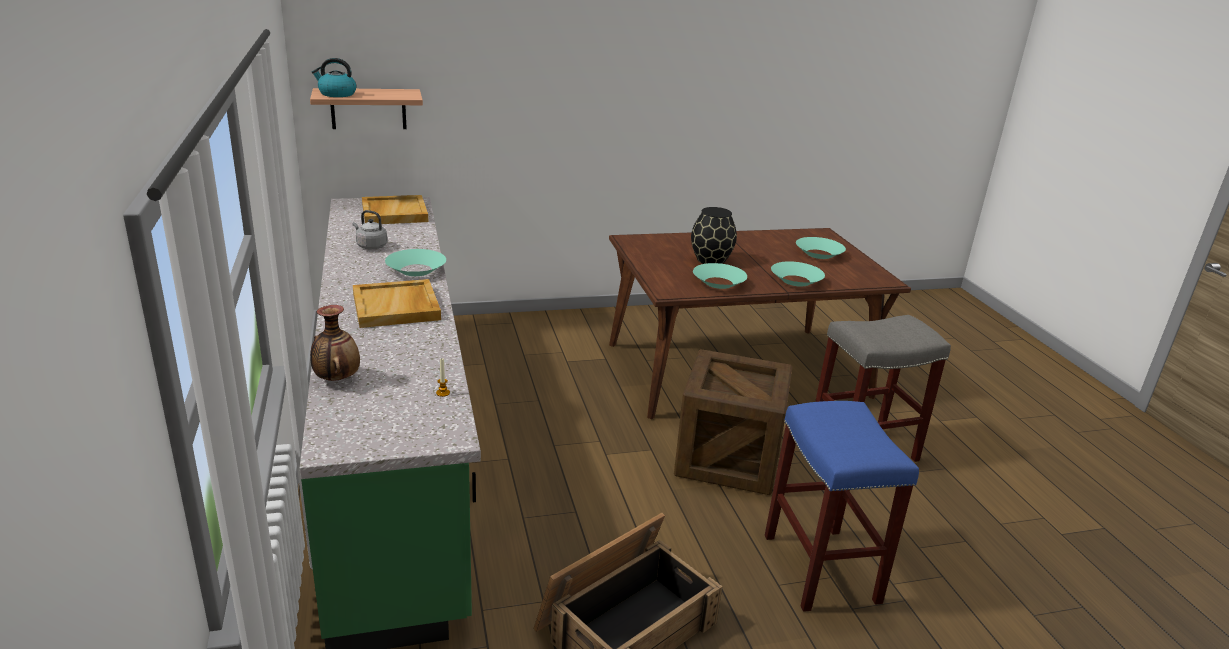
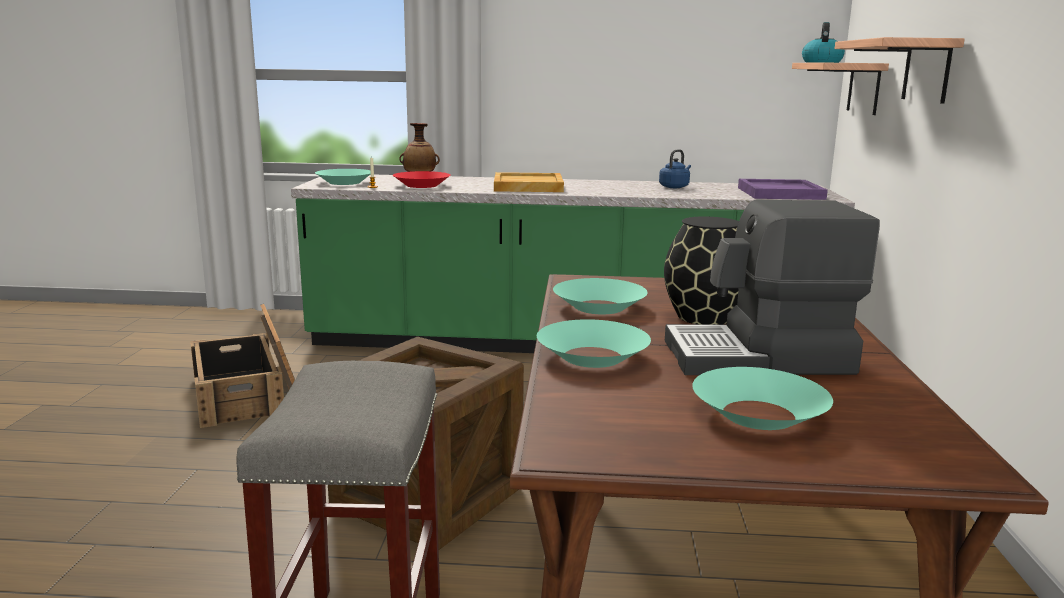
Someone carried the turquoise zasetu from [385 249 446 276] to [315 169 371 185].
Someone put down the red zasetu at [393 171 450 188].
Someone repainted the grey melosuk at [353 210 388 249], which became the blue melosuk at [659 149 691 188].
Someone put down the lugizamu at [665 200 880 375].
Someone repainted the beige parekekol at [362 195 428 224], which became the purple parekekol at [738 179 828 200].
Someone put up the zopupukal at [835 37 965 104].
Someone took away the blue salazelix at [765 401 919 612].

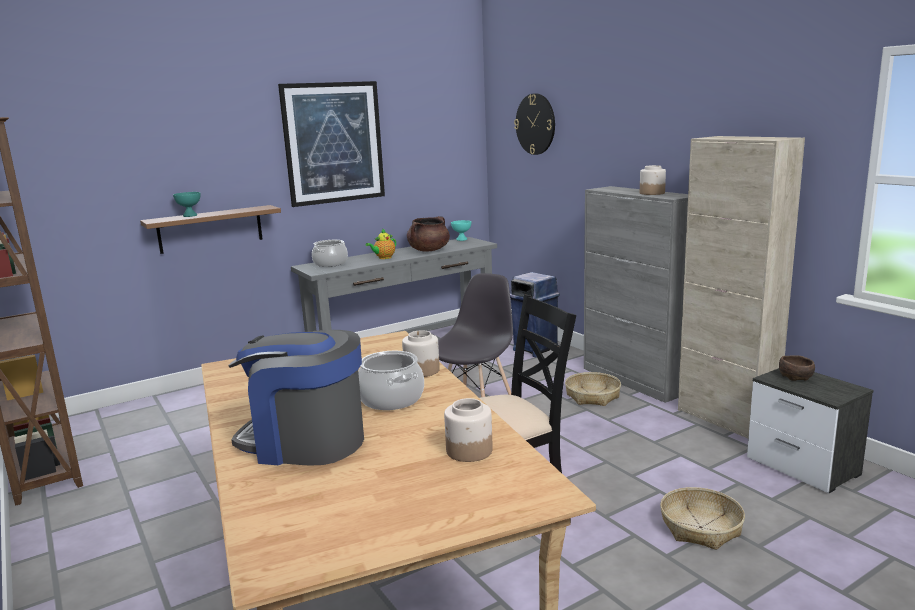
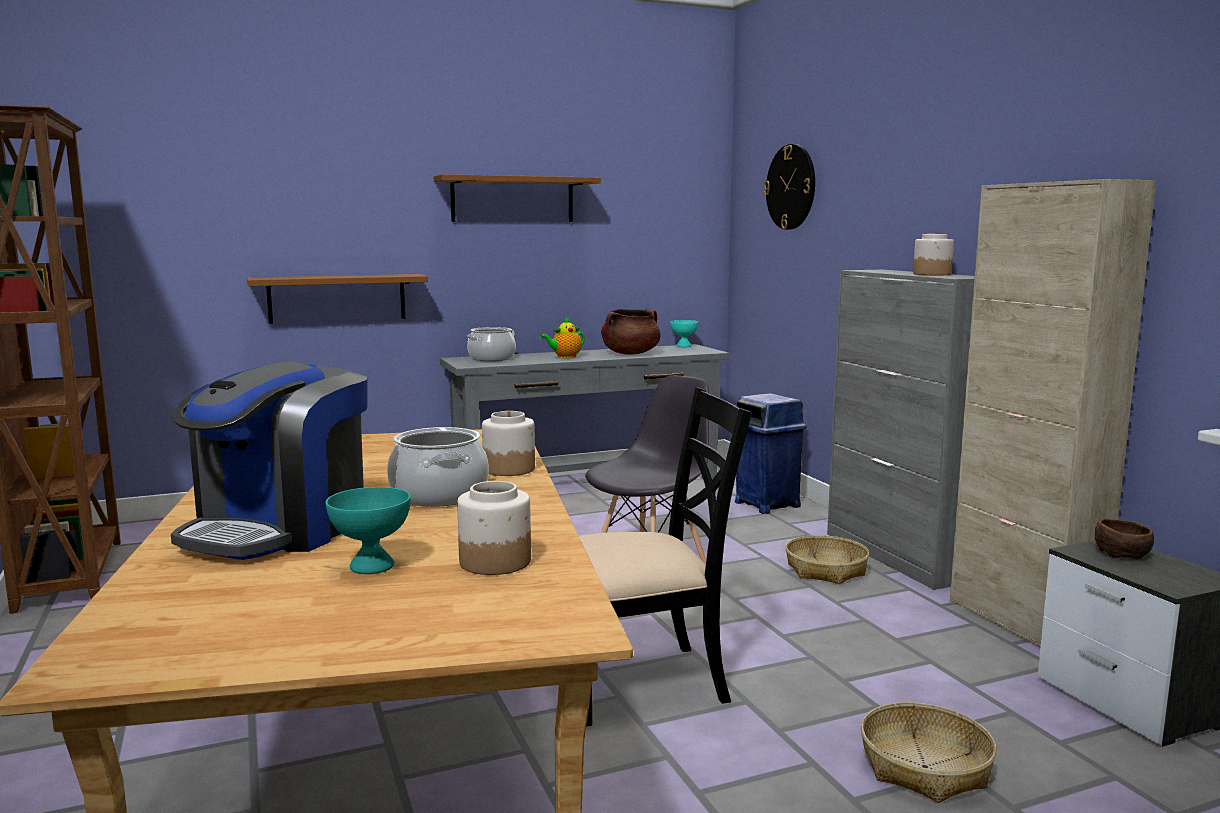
Someone rotated the lugizamu at [228 330 364 466] by 90 degrees counterclockwise.
Someone carried the turquoise zasetu from [173 192 201 217] to [326 487 411 574].
Someone swapped the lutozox at [278 81 385 207] for the brown zopupukal at [434 174 601 222].

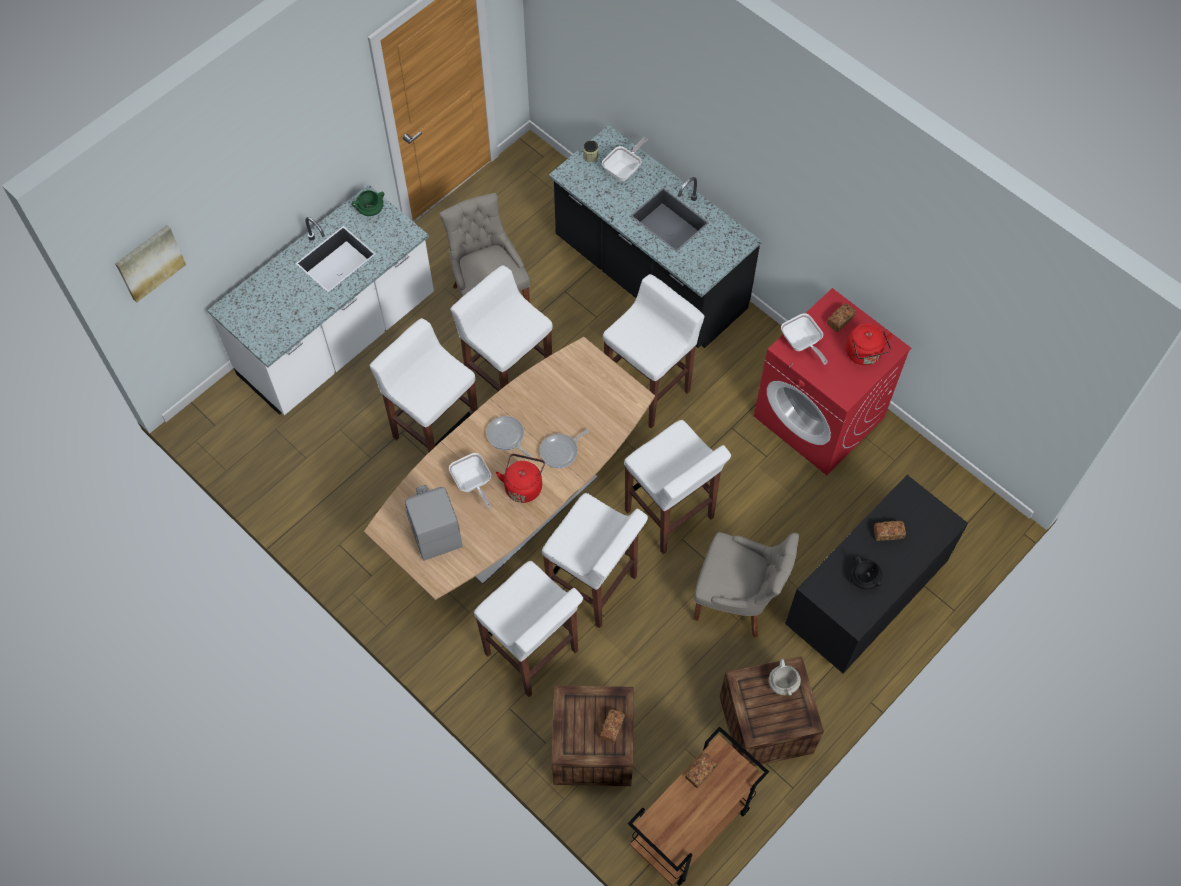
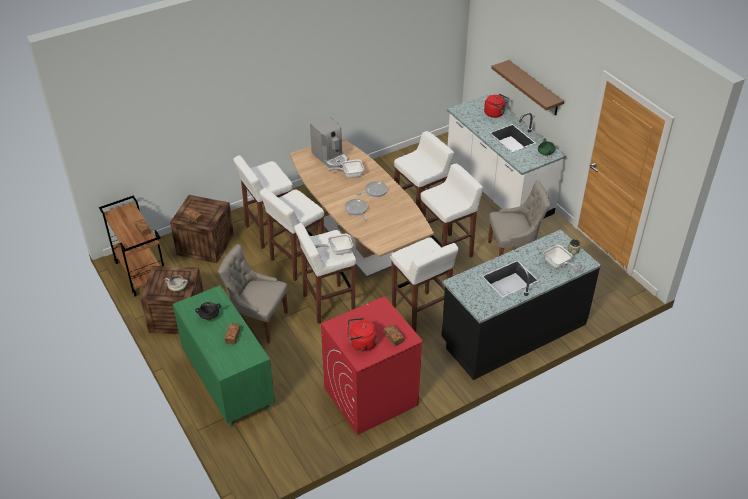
Someone repainted the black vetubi at [785 475 968 674], which became the green vetubi at [173 285 275 427].
Someone rotated the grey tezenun at [694 532 799 638] by 75 degrees clockwise.
Someone rotated the lugizamu at [405 485 463 561] by 60 degrees clockwise.
Someone carried the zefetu from [781 313 828 365] to [315 234 353 255].
Someone carried the red melosuk from [496 454 545 503] to [484 94 509 118].
Someone put up the brown zopupukal at [491 60 564 115].
Someone took away the lutozox at [115 225 186 303].

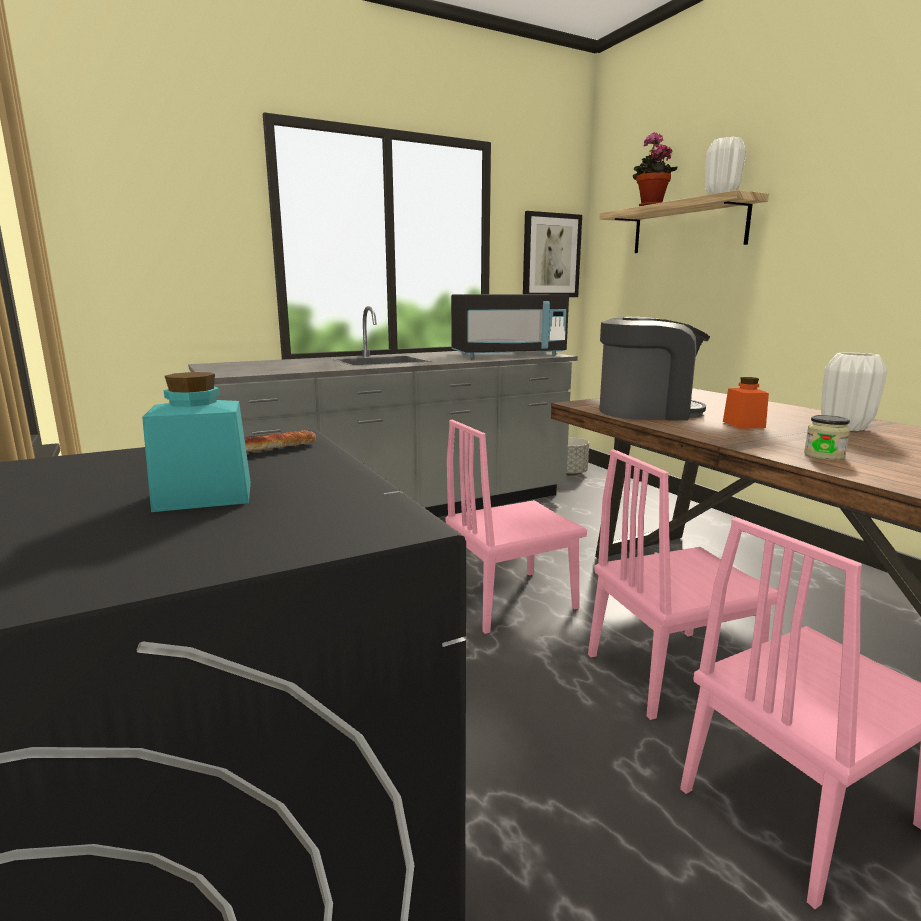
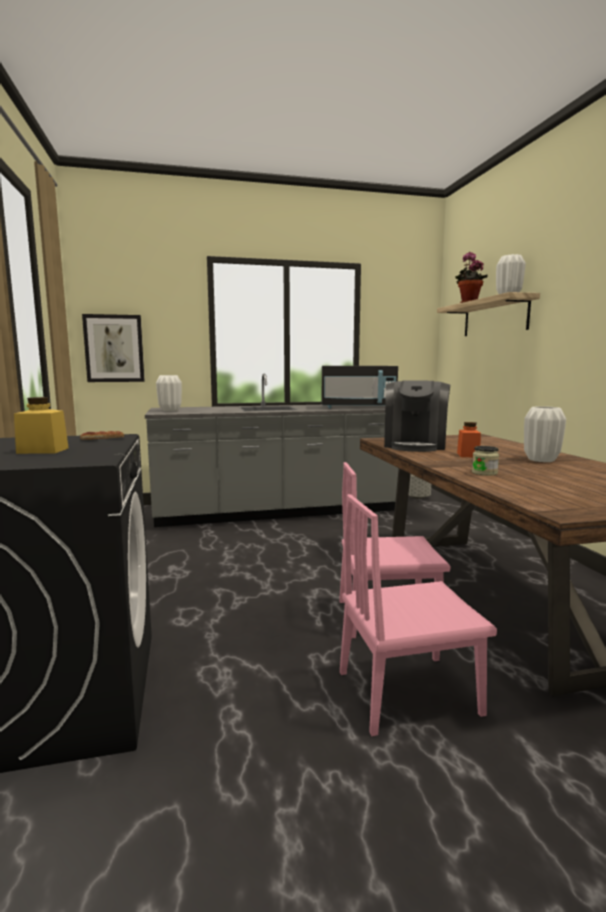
Someone repainted the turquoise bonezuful at [142 372 251 512], which became the yellow bonezuful at [14 397 69 454].
Someone carried the lutozox from [523 211 582 297] to [82 314 145 382].
Someone put down the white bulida at [156 375 182 411].
Someone rotated the lugizamu at [599 317 710 421] by 90 degrees clockwise.
Someone took away the pink tezenun at [446 420 587 634].

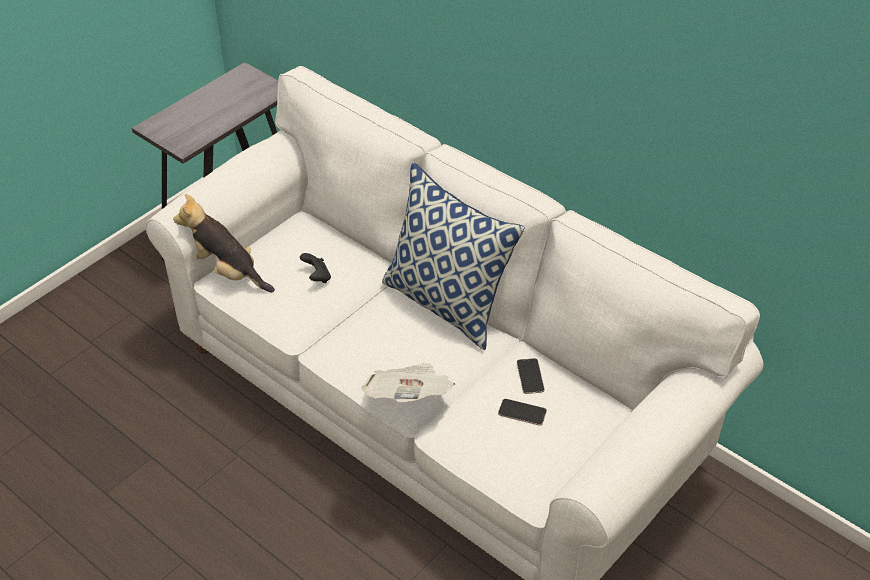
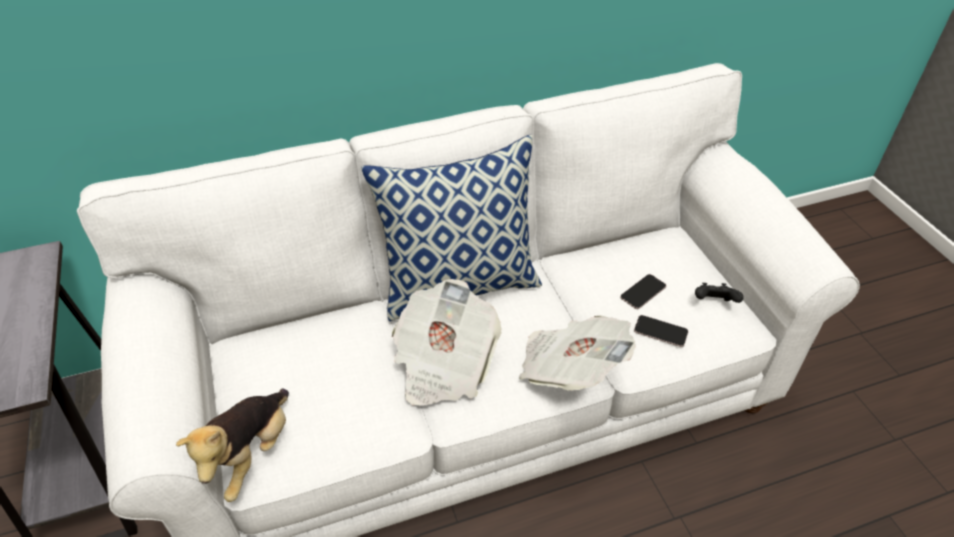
Someone rotated the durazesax at [173 194 275 292] by 45 degrees counterclockwise.
Someone put down the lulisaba at [392 279 502 406].
Someone carried the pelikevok from [517 358 544 394] to [634 315 689 347].
Someone carried the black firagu from [300 253 331 283] to [695 283 744 303].

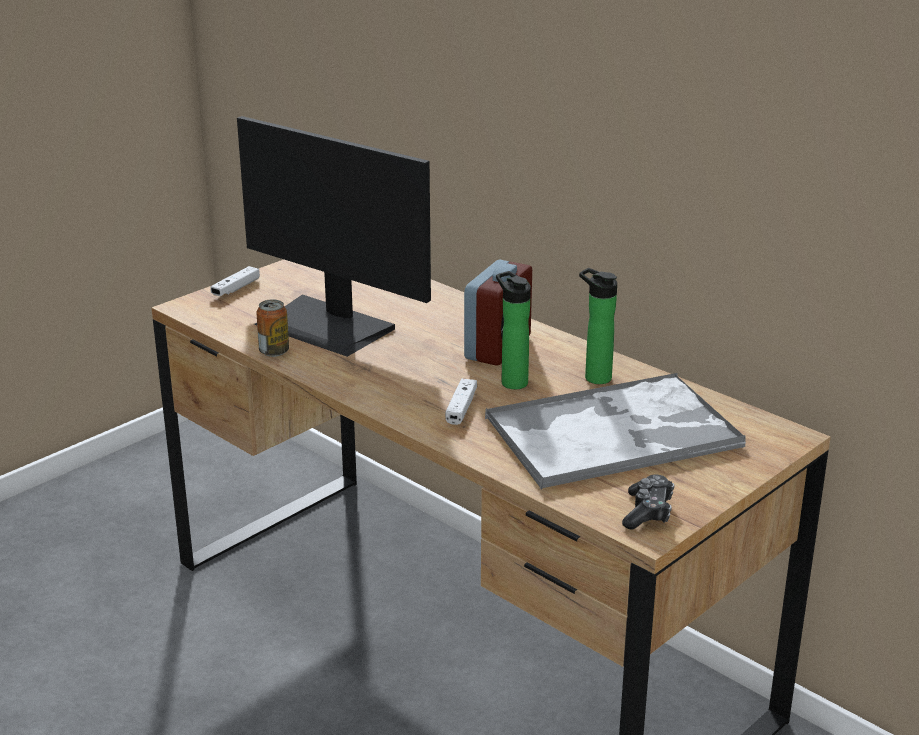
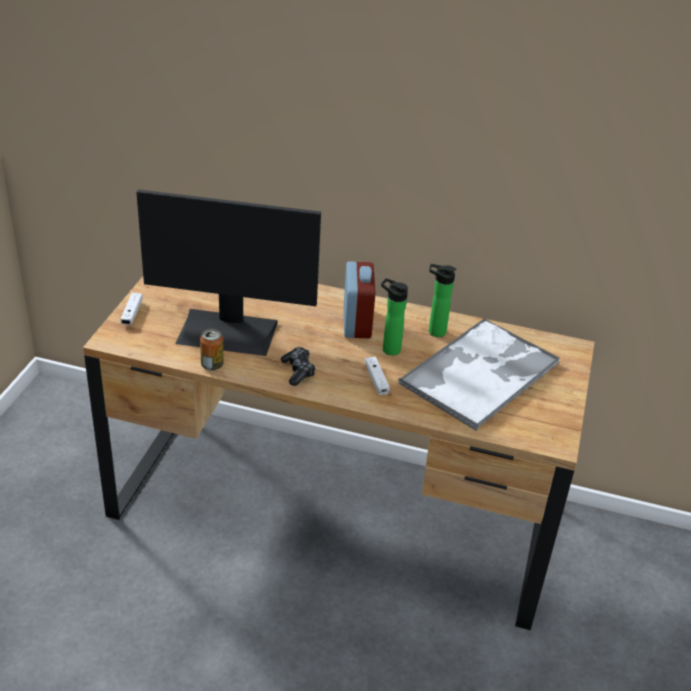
Someone carried the firagu from [622 475 674 530] to [281 347 316 386].

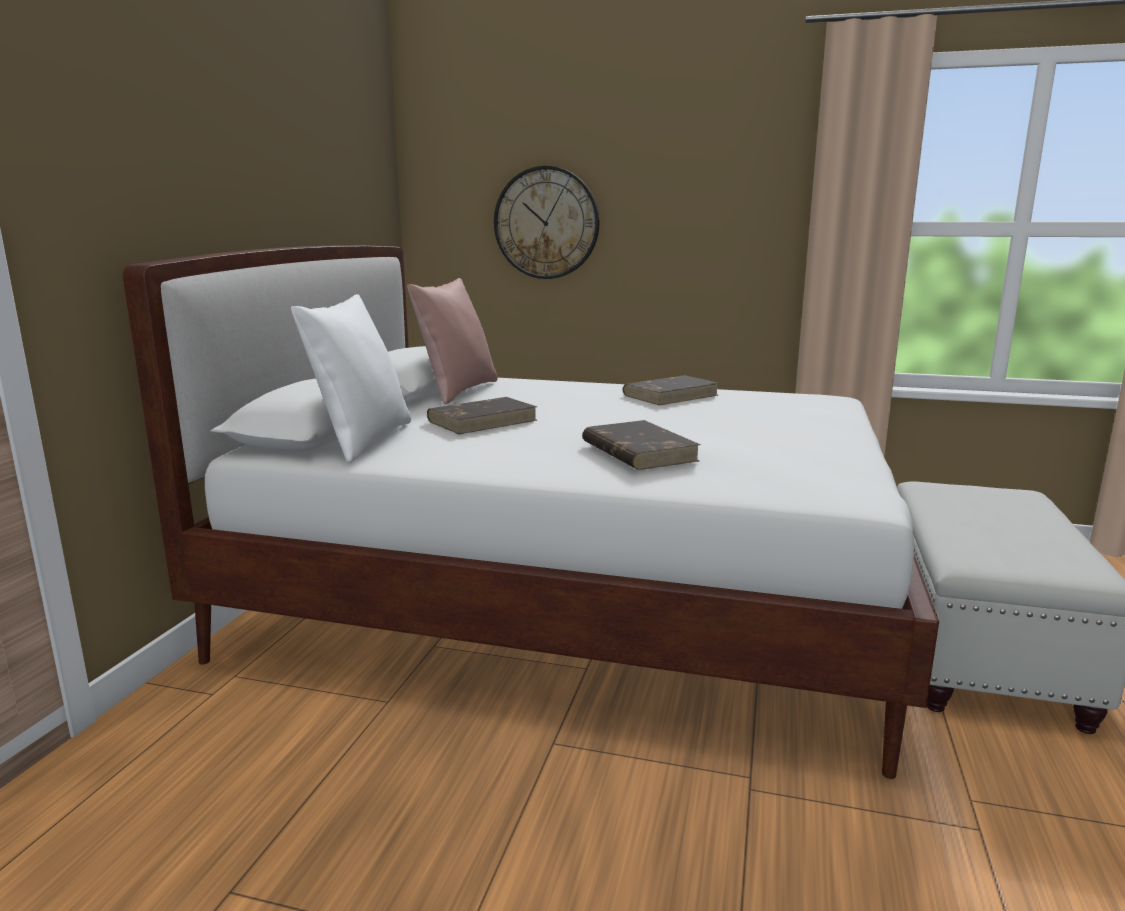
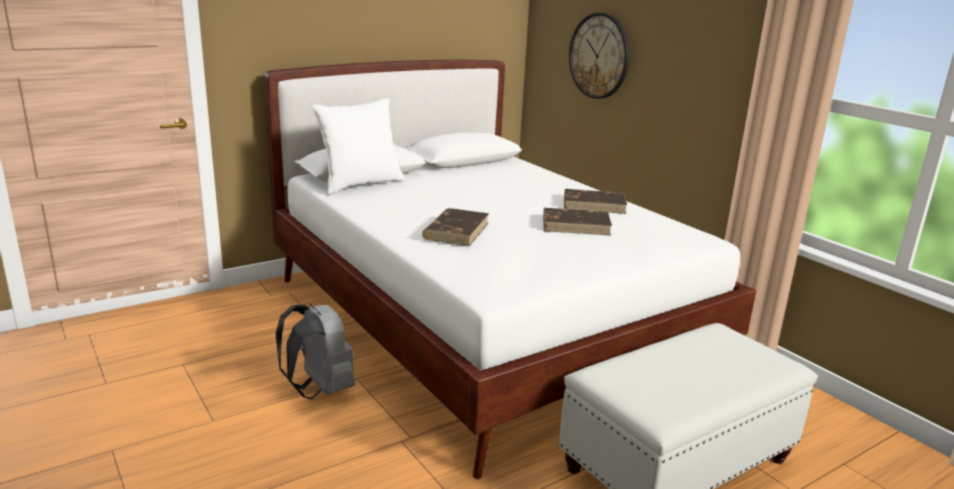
Someone put down the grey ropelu at [275 303 356 399].
Someone carried the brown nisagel from [427 397 537 434] to [543 208 612 235].
Someone took away the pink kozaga at [407 278 498 404].

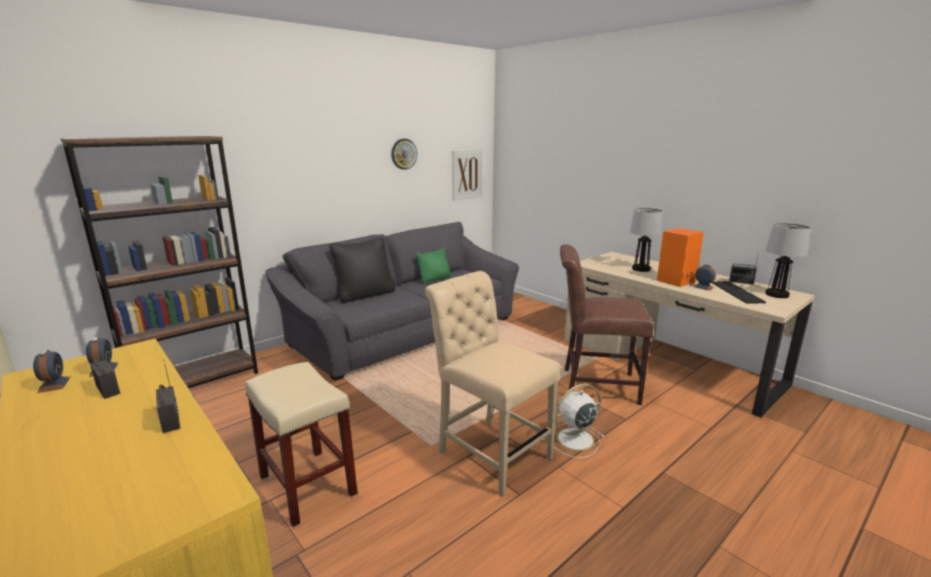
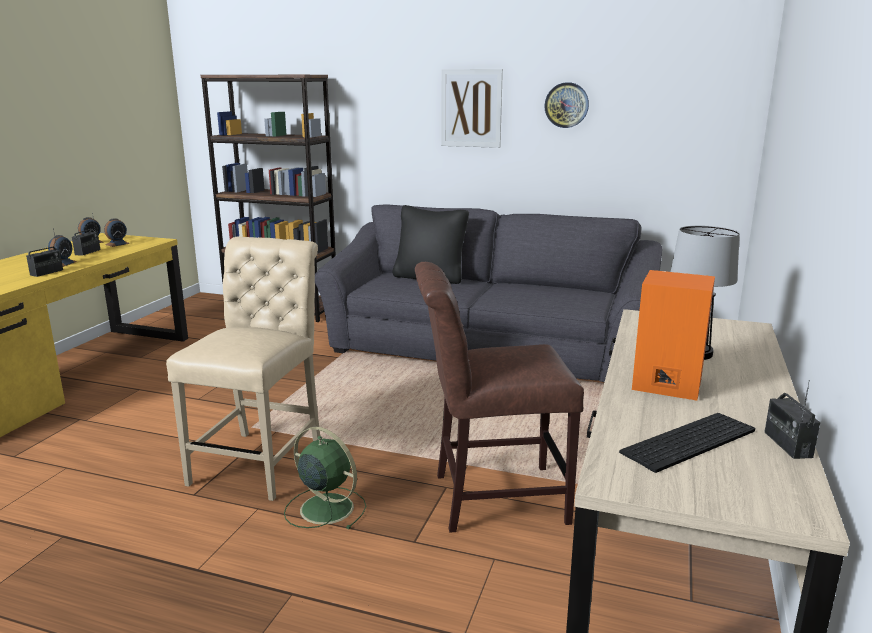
Someone carried the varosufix from [693 265 716 291] to [48 235 77 267].
Someone repainted the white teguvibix at [554 384 605 458], which became the green teguvibix at [284 427 366 529].
Someone rotated the brown tezenun at [560 244 654 405] by 75 degrees counterclockwise.
Someone carried the lutozox from [452 150 483 201] to [441 69 503 148].
Someone took away the beige salazelix at [245 362 358 528].
Someone took away the green kozaga at [416 248 452 284].
Someone took away the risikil at [765 223 811 298].

